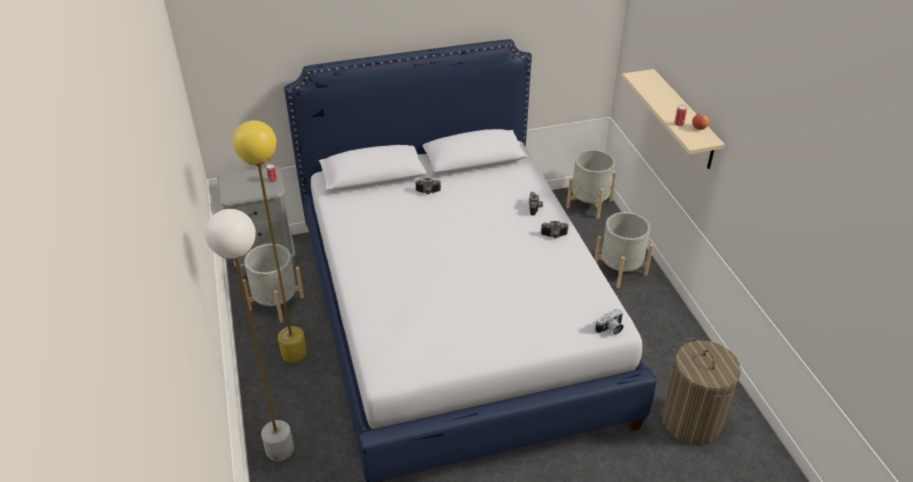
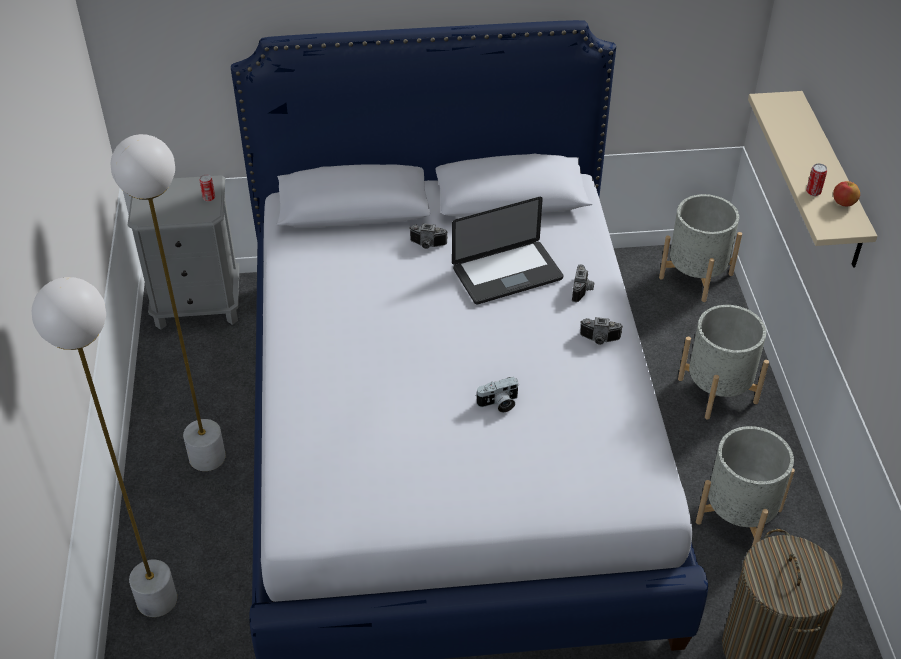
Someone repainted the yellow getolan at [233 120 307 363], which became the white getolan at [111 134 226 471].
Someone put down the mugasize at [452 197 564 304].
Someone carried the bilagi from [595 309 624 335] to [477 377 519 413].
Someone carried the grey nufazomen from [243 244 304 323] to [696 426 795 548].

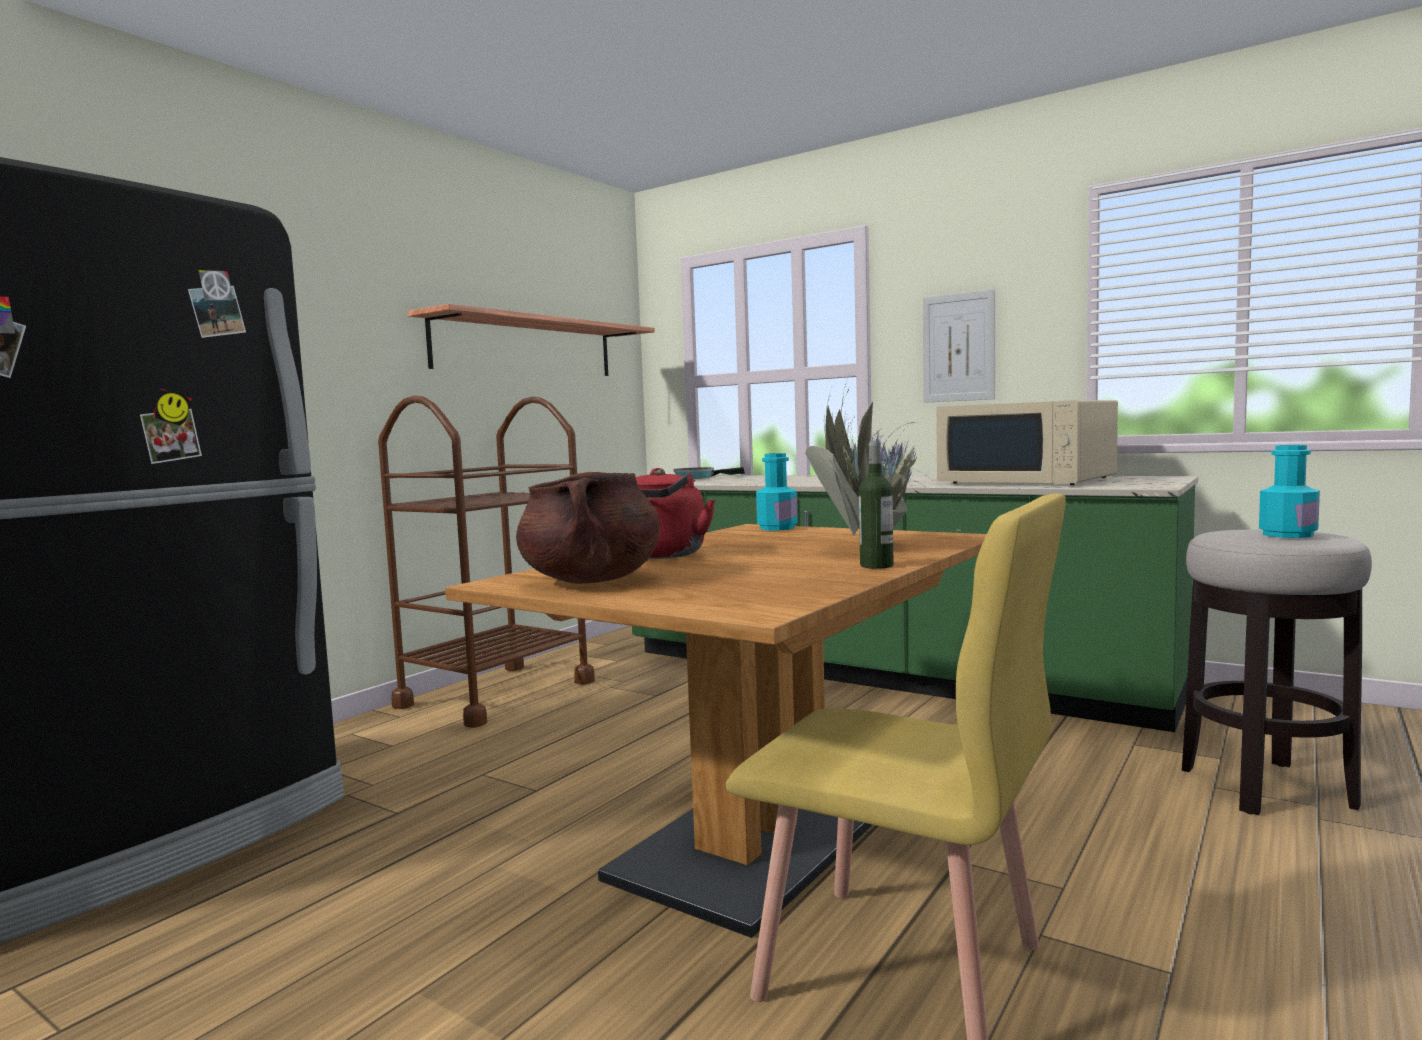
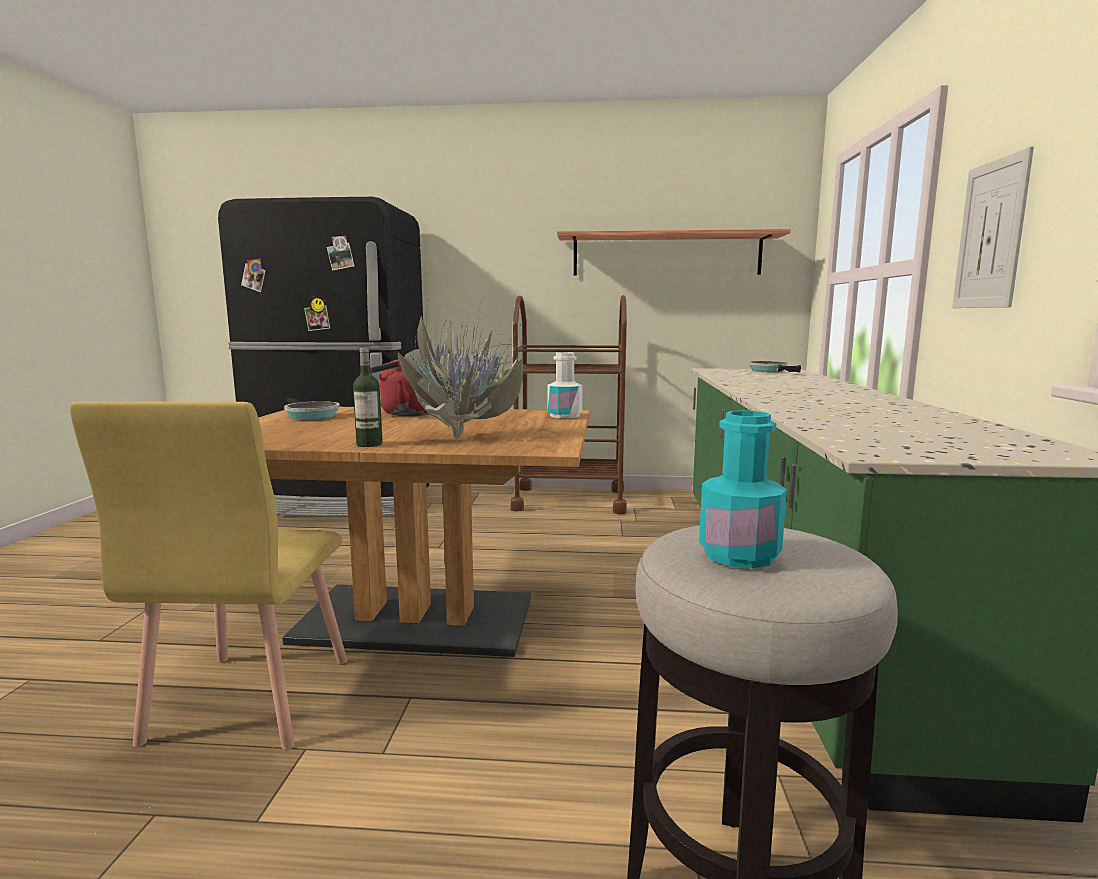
Someone swapped the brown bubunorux at [516 472 660 584] for the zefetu at [284 398 340 420].
Someone repainted the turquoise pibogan at [756 453 798 530], which became the white pibogan at [548 352 583 418].
Someone took away the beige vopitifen at [936 400 1118 485].

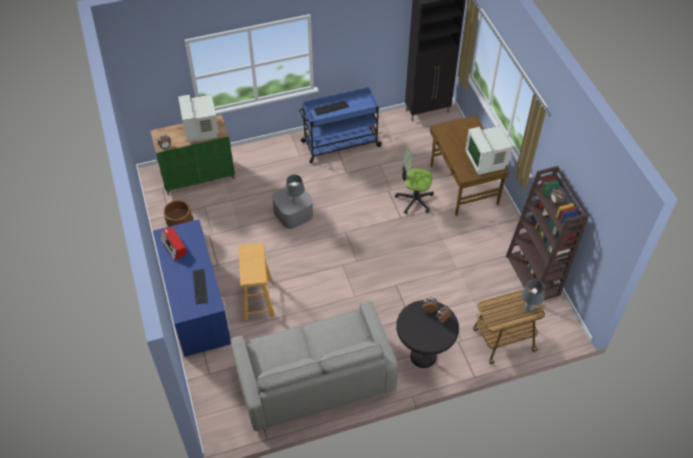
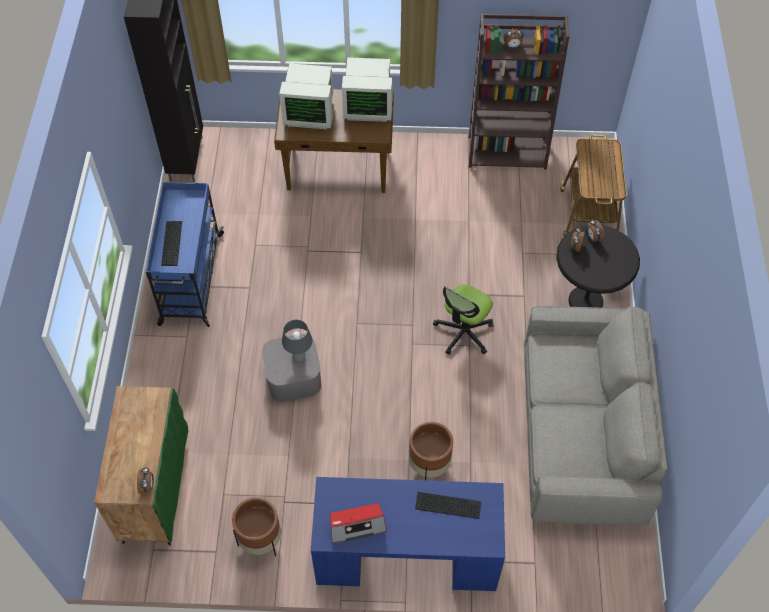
Someone carried the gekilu from [178 94 219 142] to [279 63 333 129].
Someone swapped the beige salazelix at [238 243 275 320] for the brown nufazomen at [409 422 453 480].
Someone carried the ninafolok from [395 148 434 214] to [433 284 493 355].
Someone took away the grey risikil at [522 280 545 311].

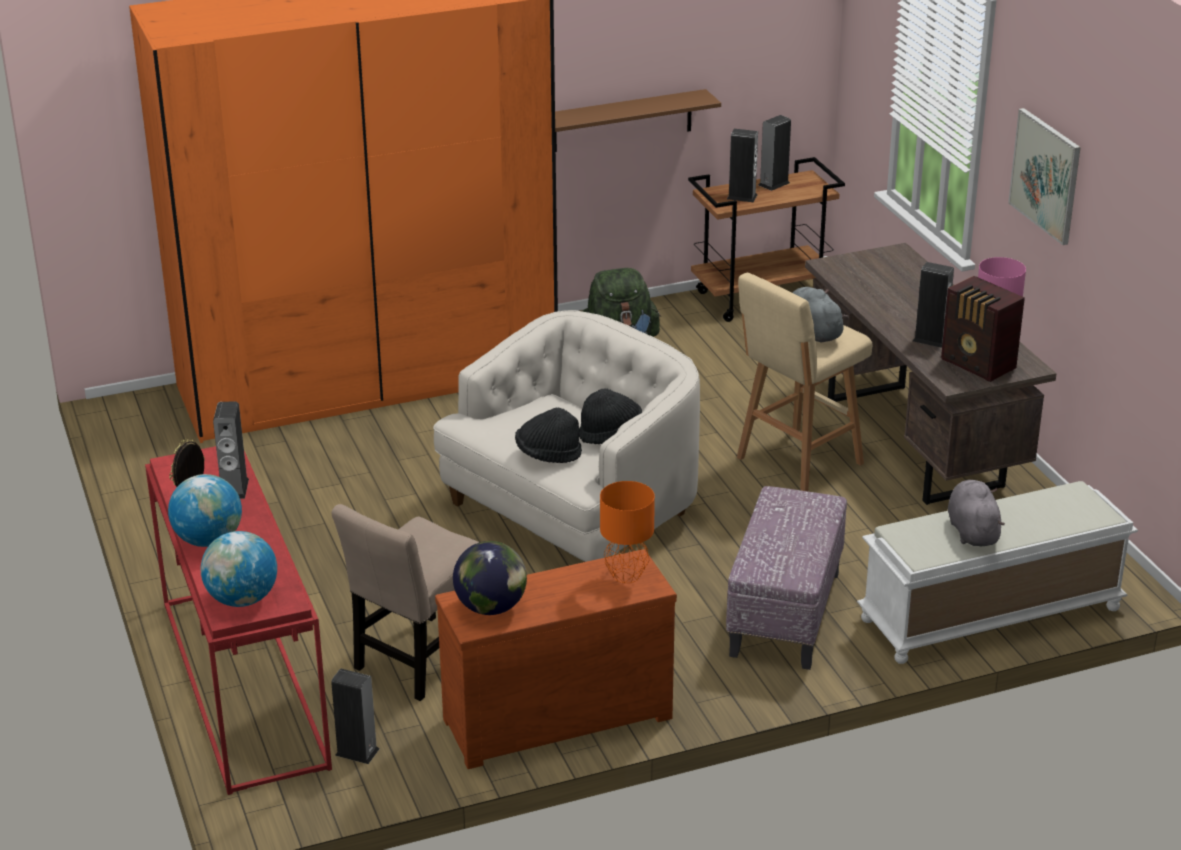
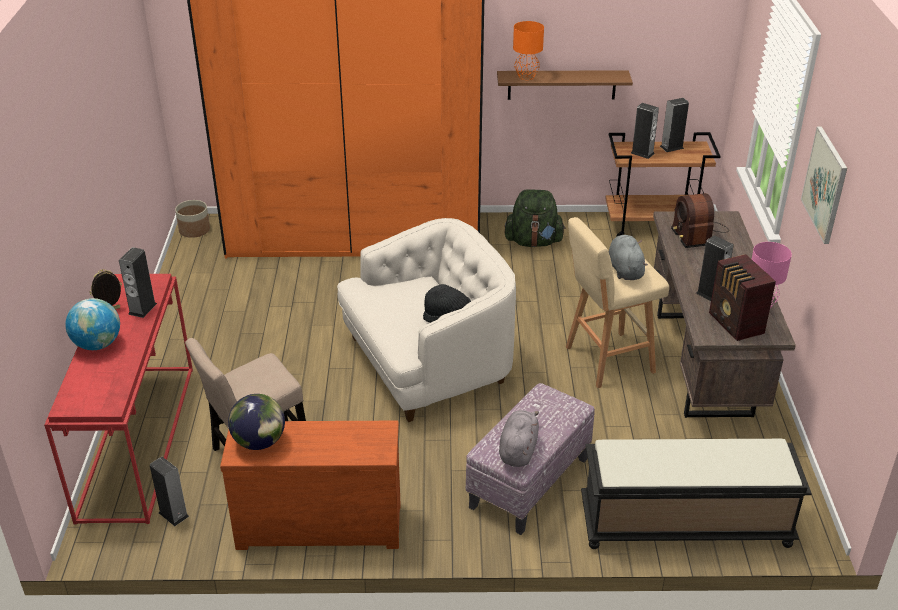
Someone put down the nufazomen at [175 200 210 238].
Someone carried the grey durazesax from [948 480 1005 546] to [499 410 539 467].
Someone carried the orange risikil from [600 481 655 583] to [513 21 544 80].
Someone repainted the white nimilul at [857 481 1138 664], which became the black nimilul at [581 439 811 549].
Someone put down the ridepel at [671 193 729 248].
Someone took away the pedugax at [201 531 277 607].
Someone took away the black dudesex at [515 408 582 463].

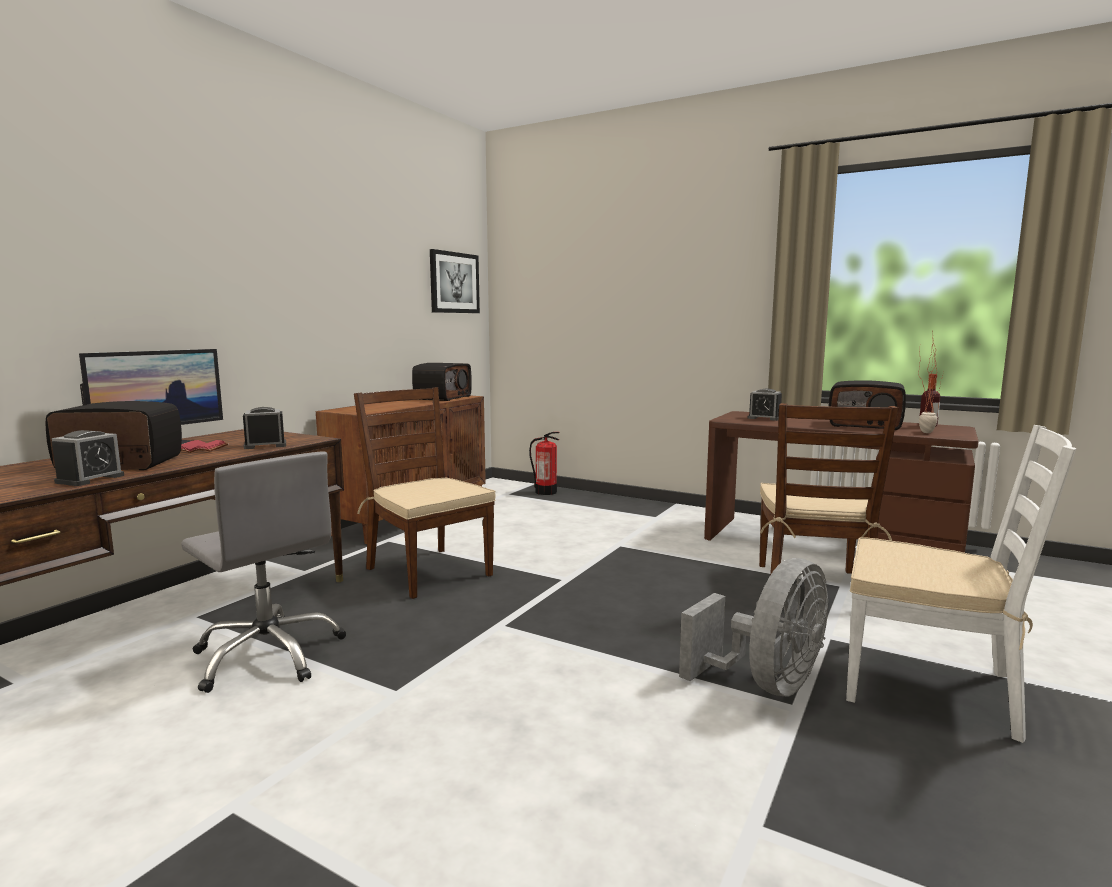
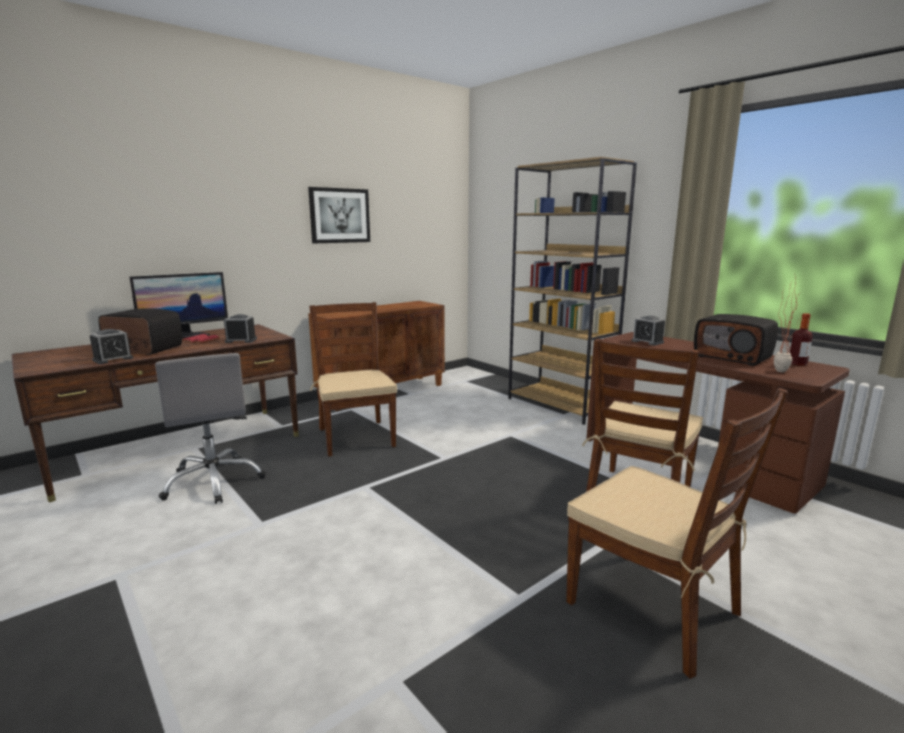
Someone carried the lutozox from [430 249 480 313] to [308 187 370 243].
Someone put down the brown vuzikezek at [508 157 637 425].
Someone repainted the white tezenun at [846 425 1076 743], which became the brown tezenun at [566 388 788 679].
Someone took away the ridepel at [412 363 472 401].
Someone took away the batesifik at [529 432 559 495].
Someone took away the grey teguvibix at [679 558 828 697].

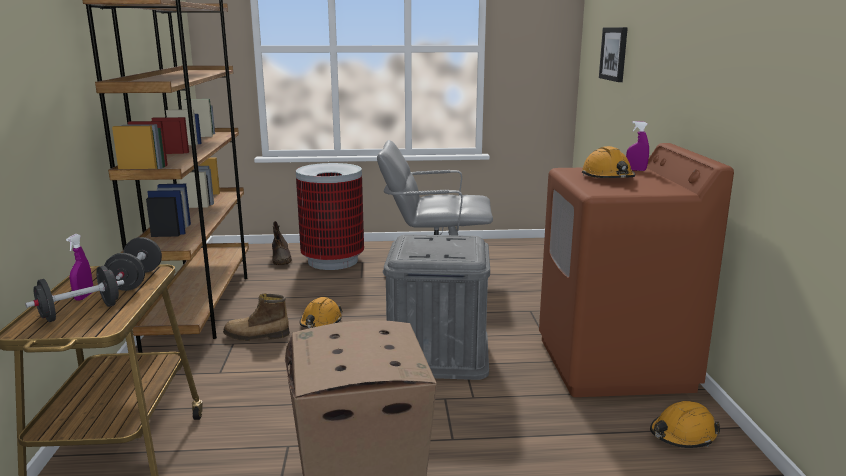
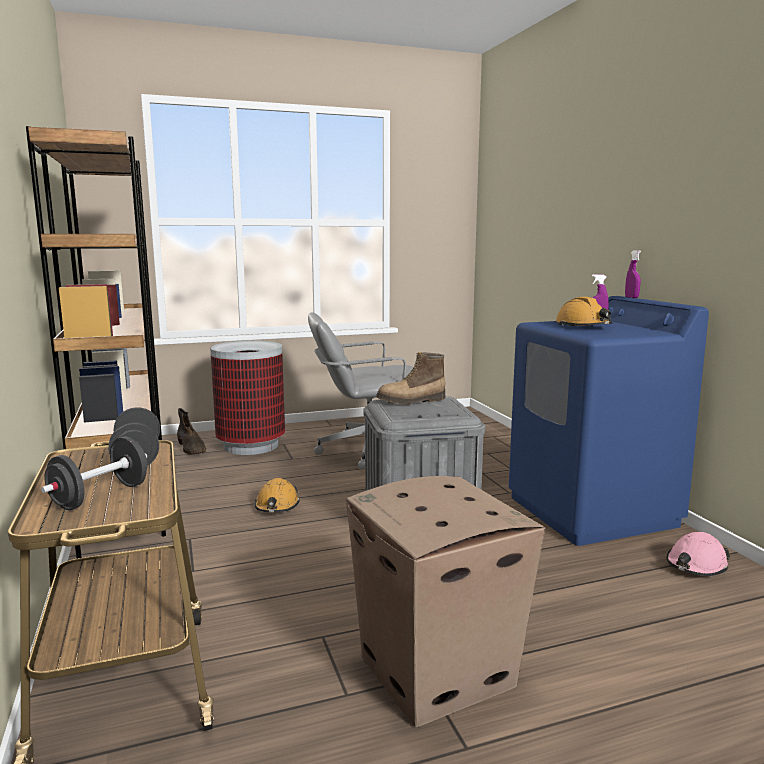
Someone carried the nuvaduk from [223 293 290 341] to [376 352 446 405].
Someone repainted the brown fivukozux at [539 143 734 397], which became the blue fivukozux at [509 296 709 546].
Someone carried the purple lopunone from [66 234 93 300] to [625 250 641 298].
Someone repainted the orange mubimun at [650 401 720 448], which became the pink mubimun at [666 532 730 576].
Someone took away the lutozox at [599 27 628 82].

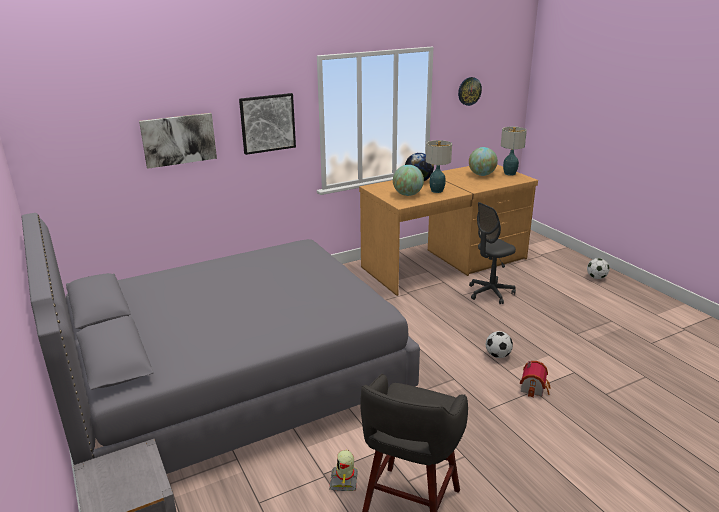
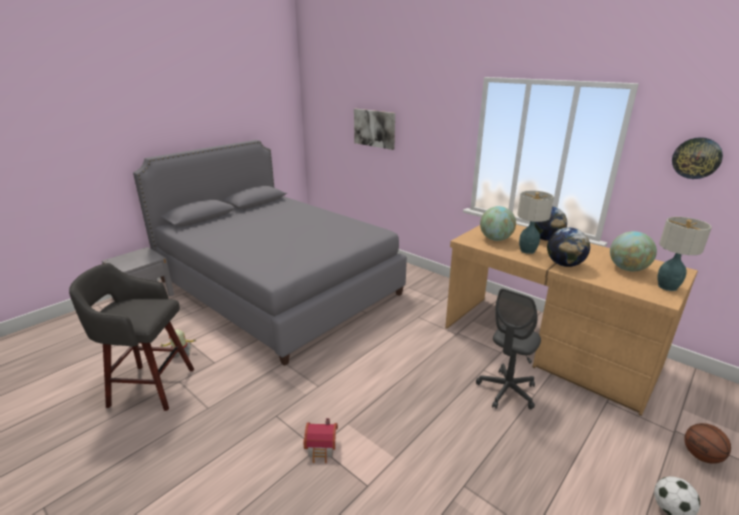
Someone rotated the grey ninafolok at [469 202 516 304] by 90 degrees counterclockwise.
Someone put down the pedugax at [547 227 590 267].
Someone put down the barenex at [685 423 731 464].
Someone took away the lutozox at [239 93 296 155].
Someone took away the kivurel at [486 331 513 358].

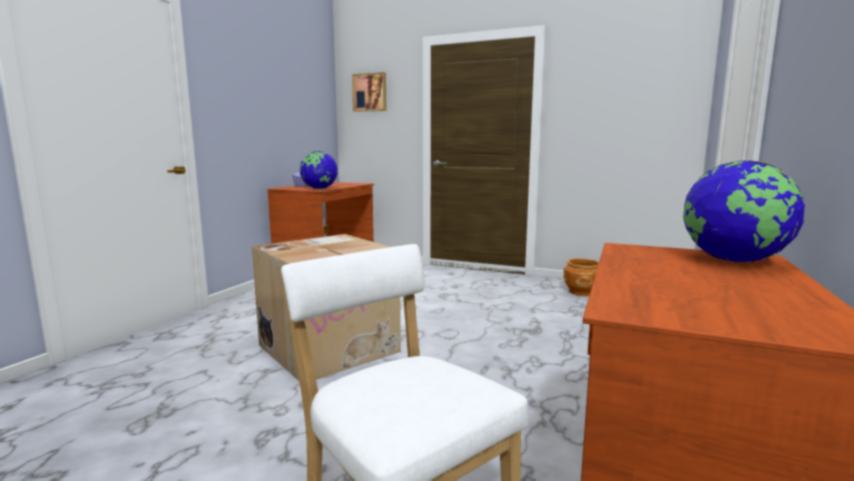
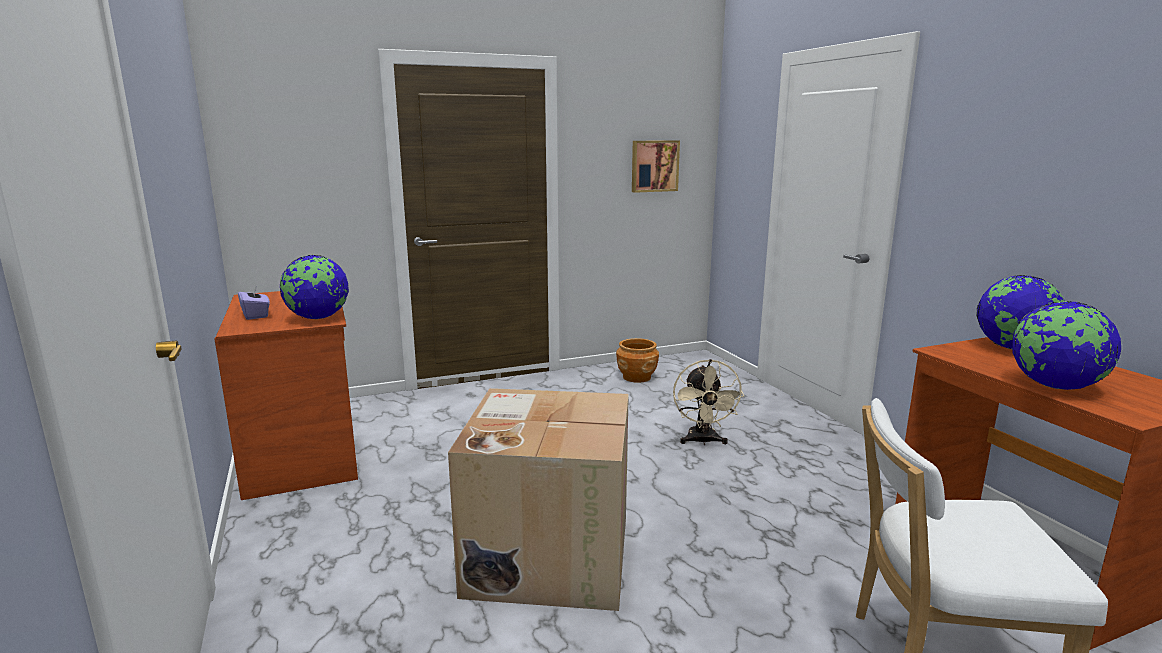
Someone carried the lutozox from [352 72 387 112] to [632 140 680 193].
Someone put down the beige teguvibix at [673 359 744 445].
Someone put down the pedugax at [1012 301 1121 390].

